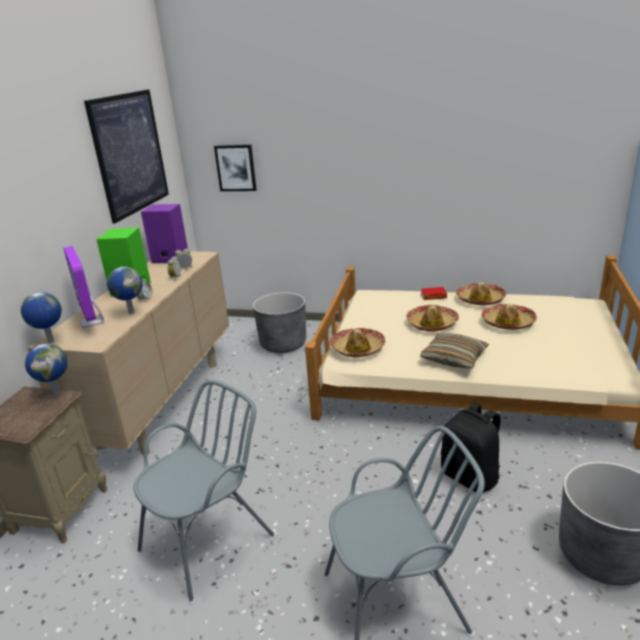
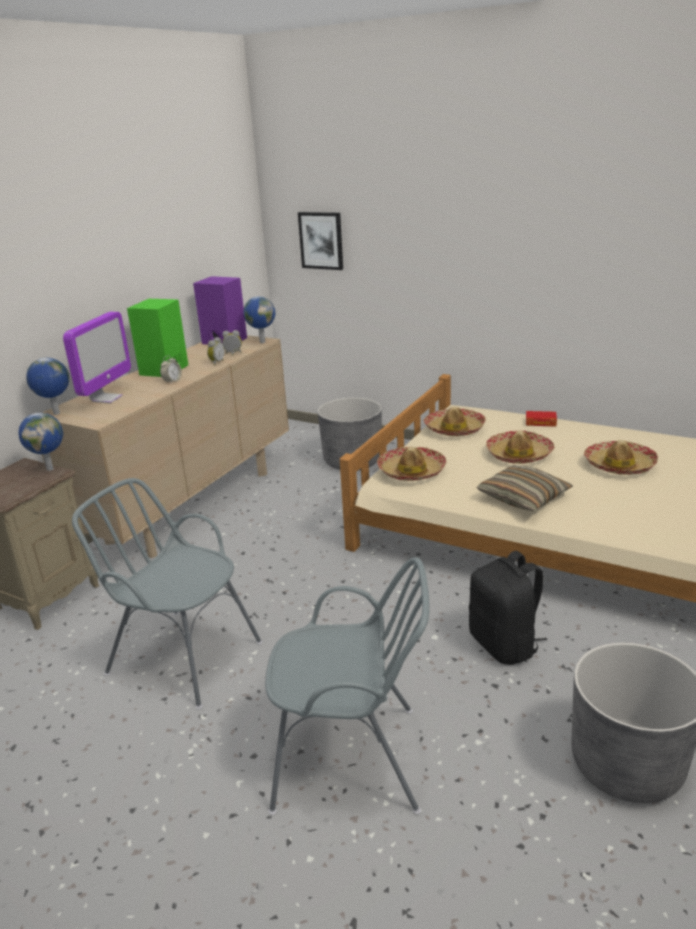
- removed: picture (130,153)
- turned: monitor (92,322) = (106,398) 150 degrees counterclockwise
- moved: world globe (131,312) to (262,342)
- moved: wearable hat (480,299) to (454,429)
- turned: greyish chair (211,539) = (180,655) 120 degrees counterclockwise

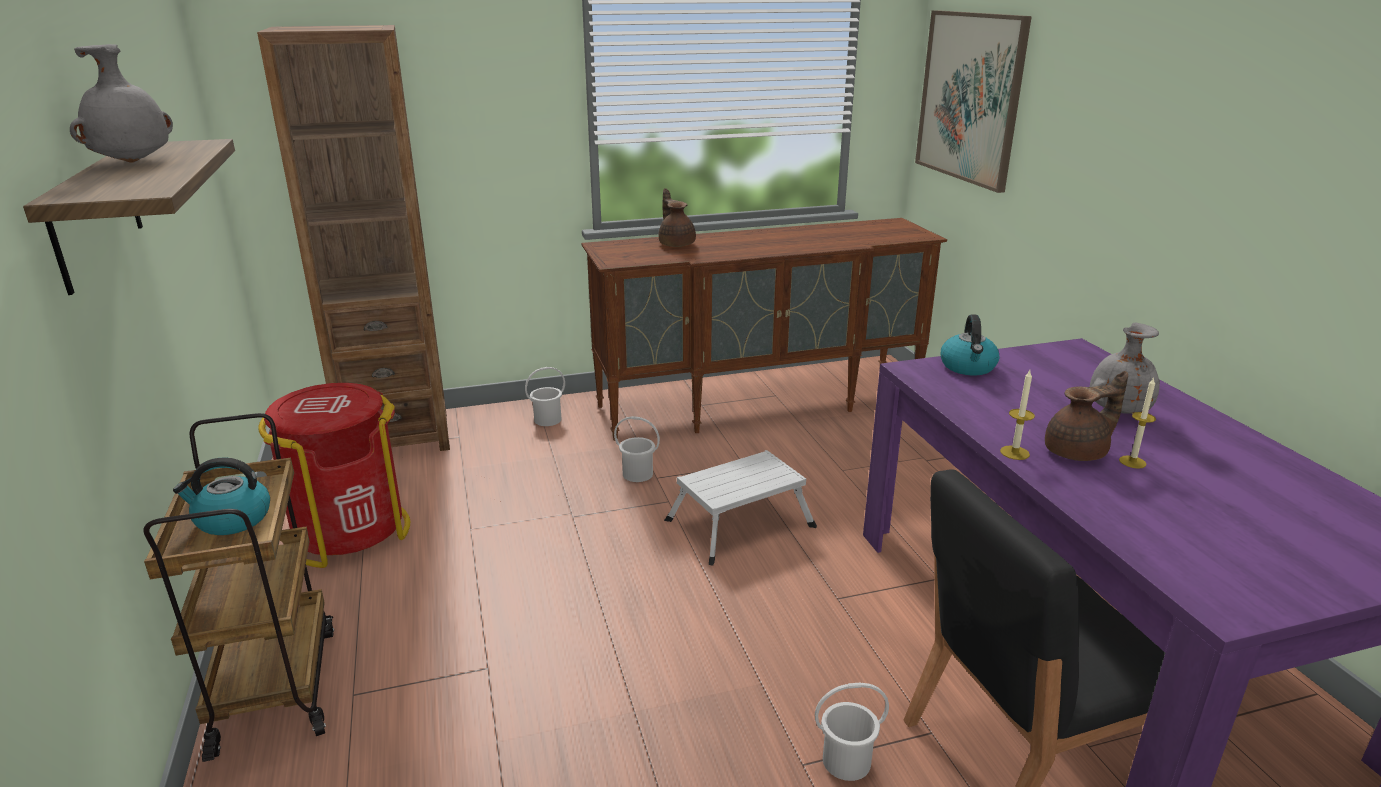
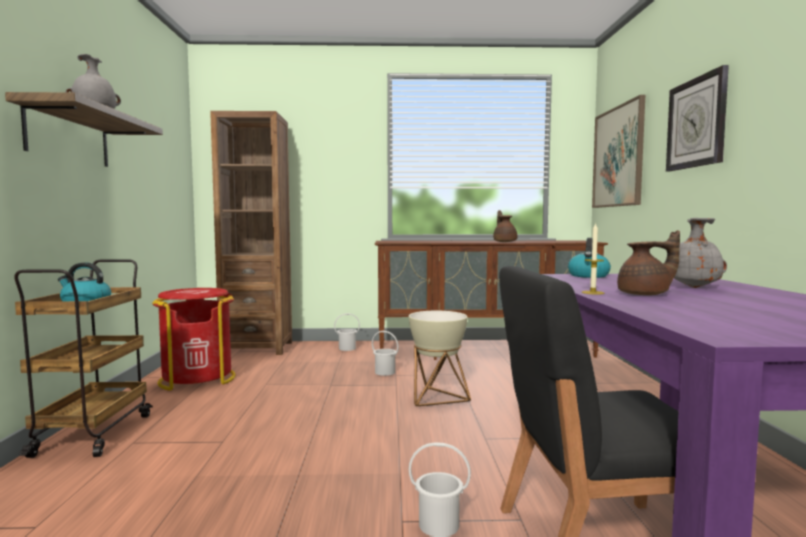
- moved: brown pot for tea (676,244) to (504,242)
- removed: candle (1132,462)
- replaced: white-coloured stepladder (741,523) to plant pot (438,398)
- added: clock on the wall (696,123)

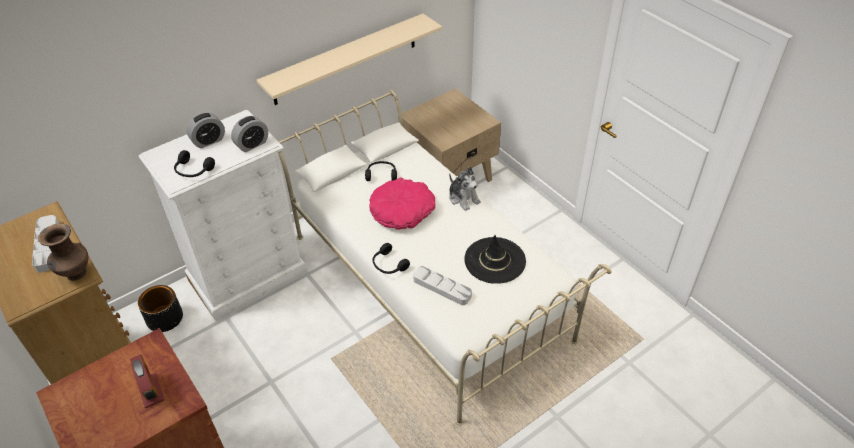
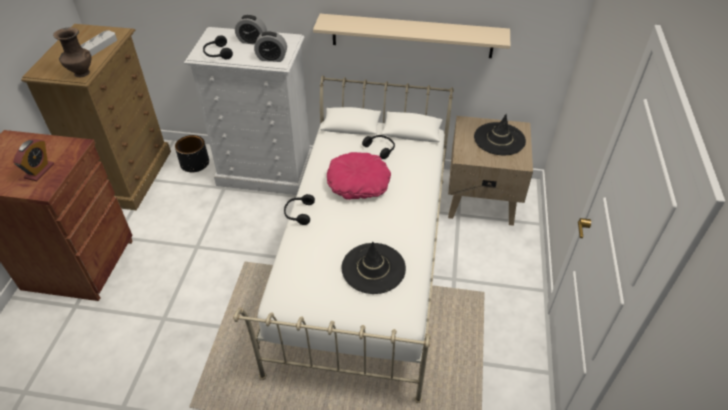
- removed: cuddly toy (463,198)
- removed: greyish serving tray (442,288)
- added: black wearable hat (499,139)

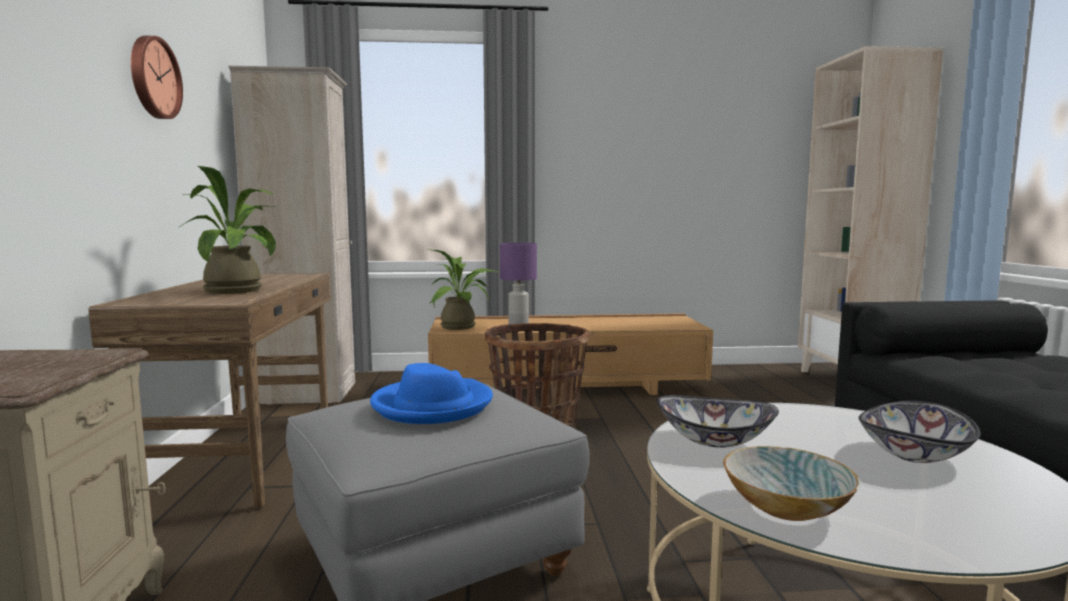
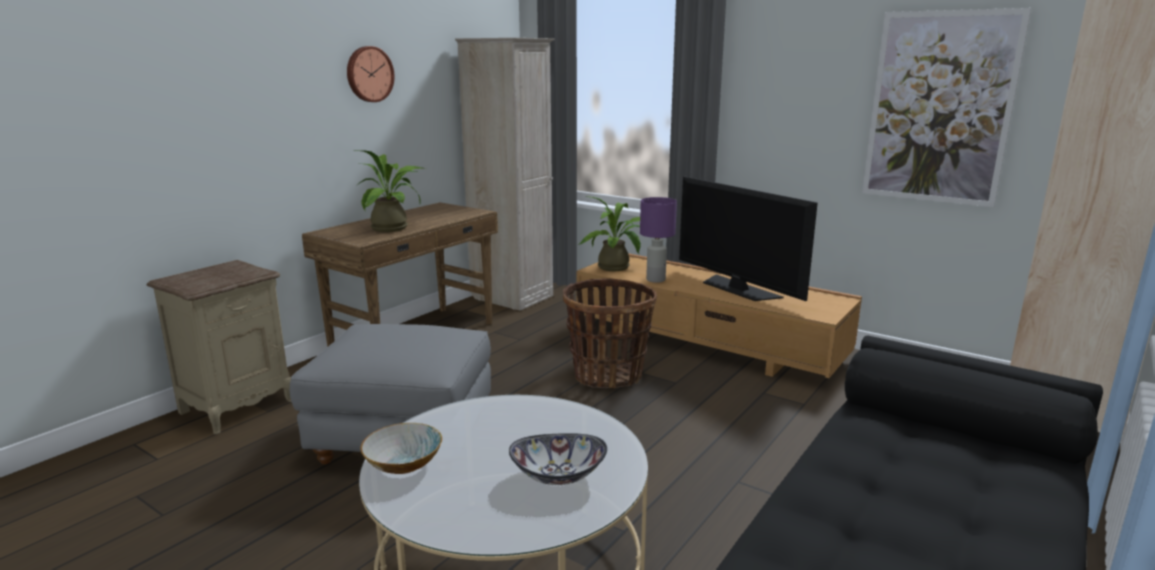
- removed: blue-coloured wearable hat (432,405)
- removed: deep dish (714,441)
- added: picture (939,108)
- added: television (738,289)

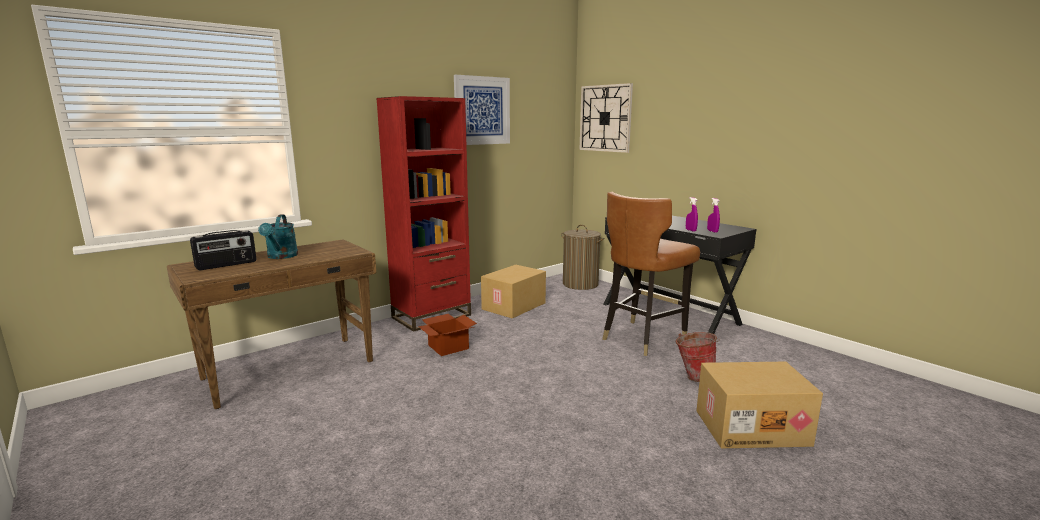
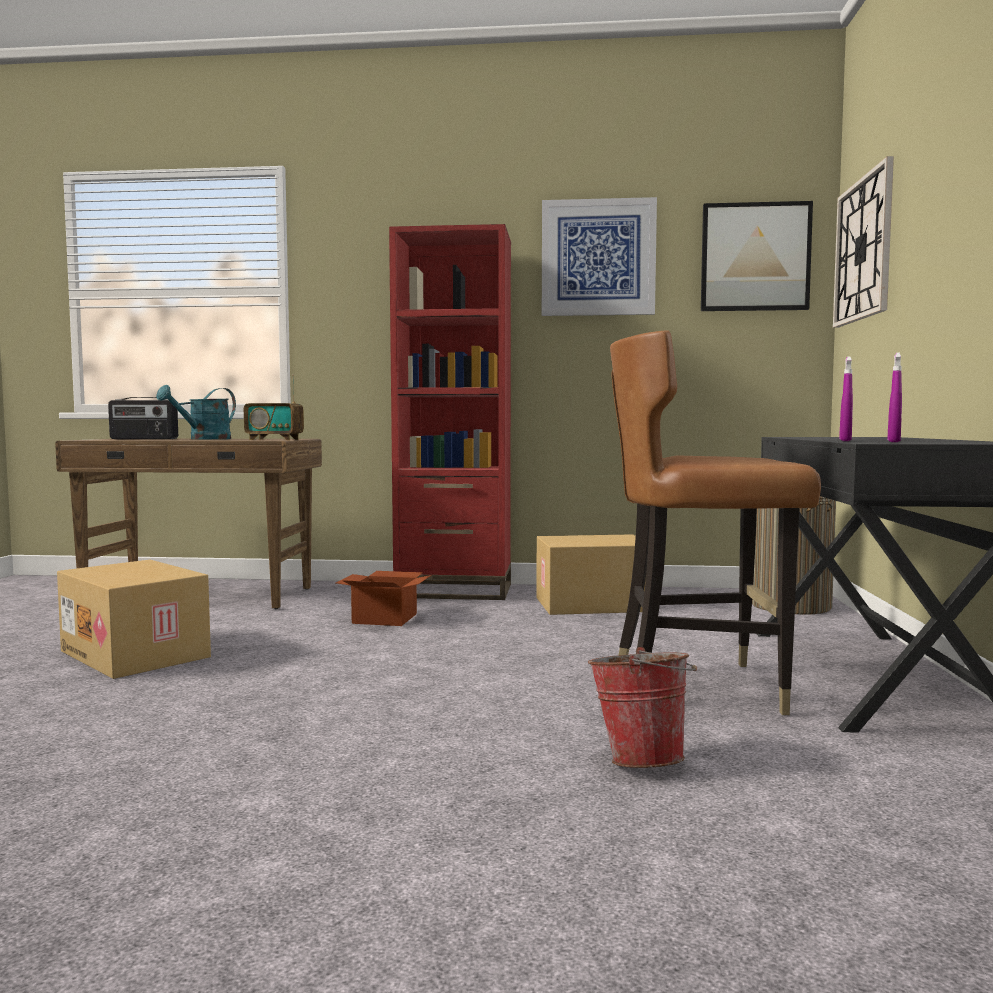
- moved: cardboard box (751,427) to (137,654)
- added: picture (755,257)
- added: radio (274,439)

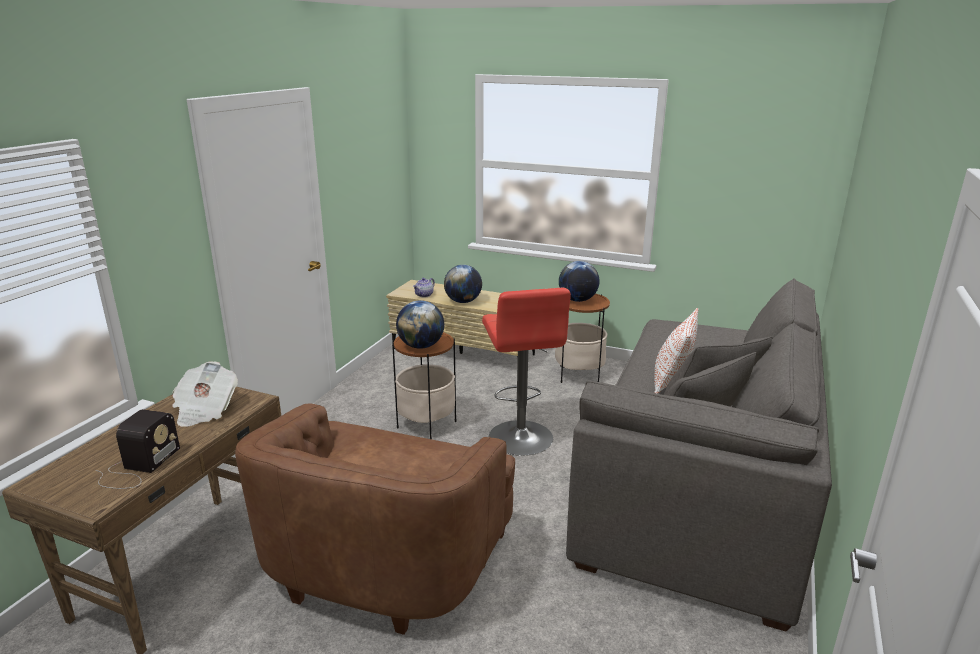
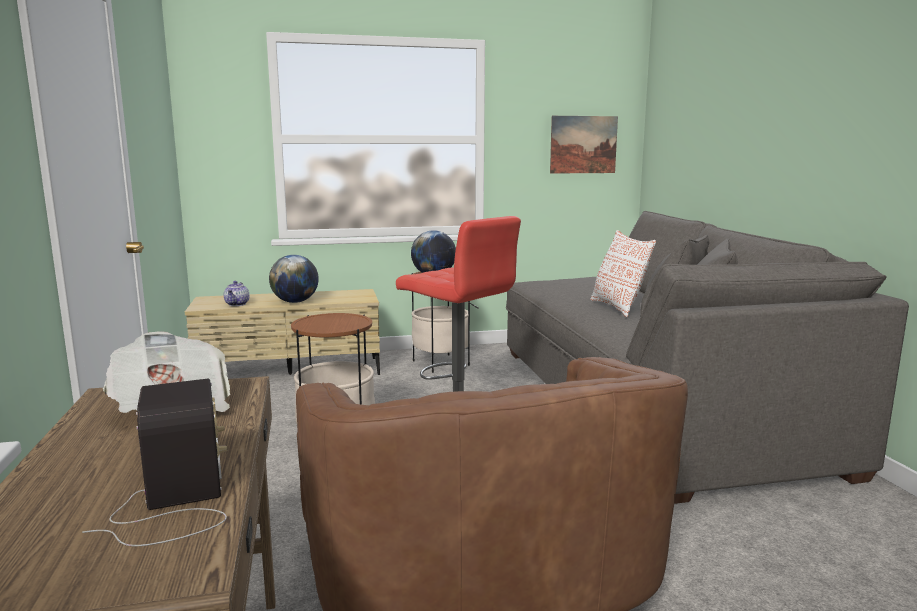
- removed: world globe (421,346)
- added: picture (583,144)

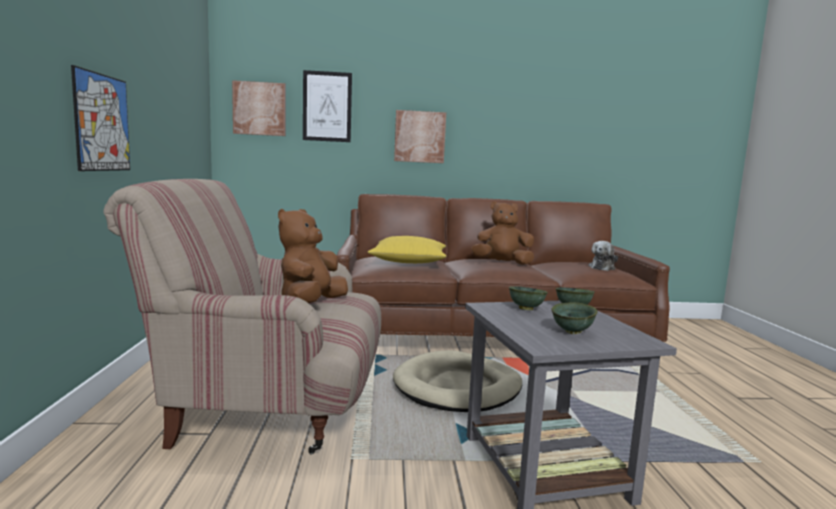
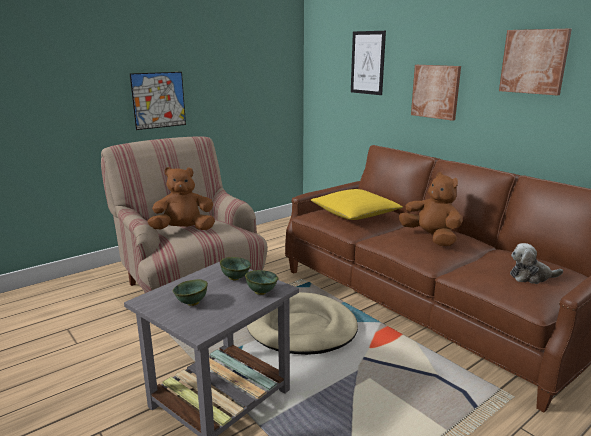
- moved: picture (259,108) to (534,61)

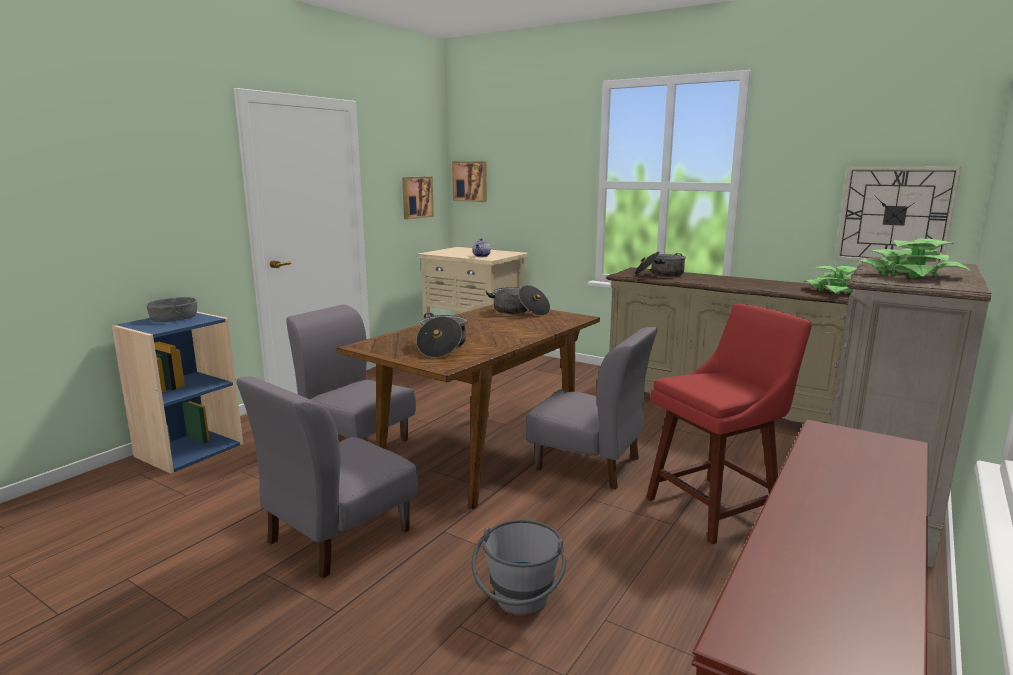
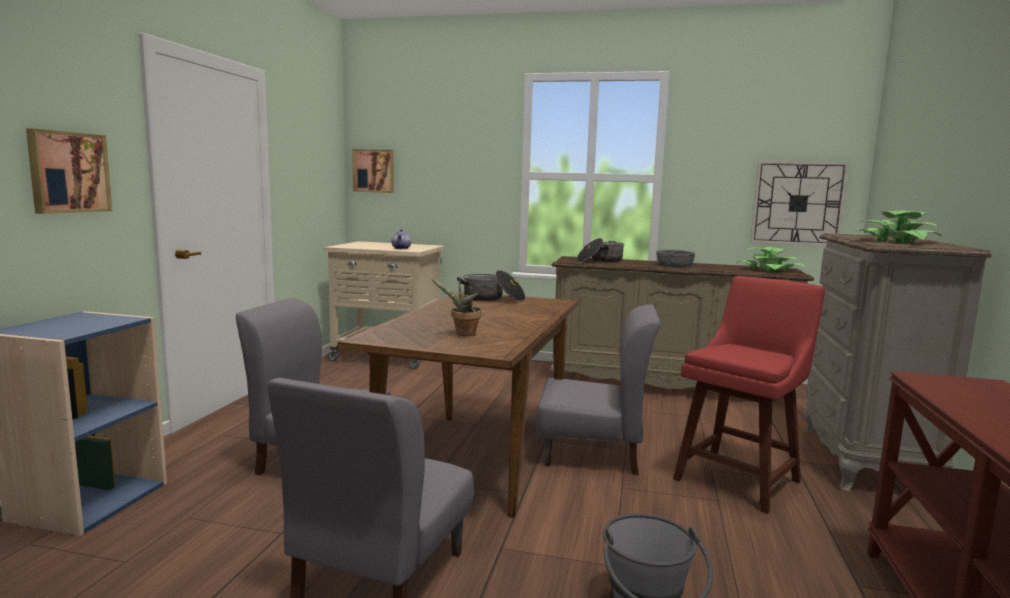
- moved: picture (416,197) to (68,172)
- moved: greyish deep dish (174,318) to (674,265)
- replaced: stockpot (442,347) to houseplant (463,334)

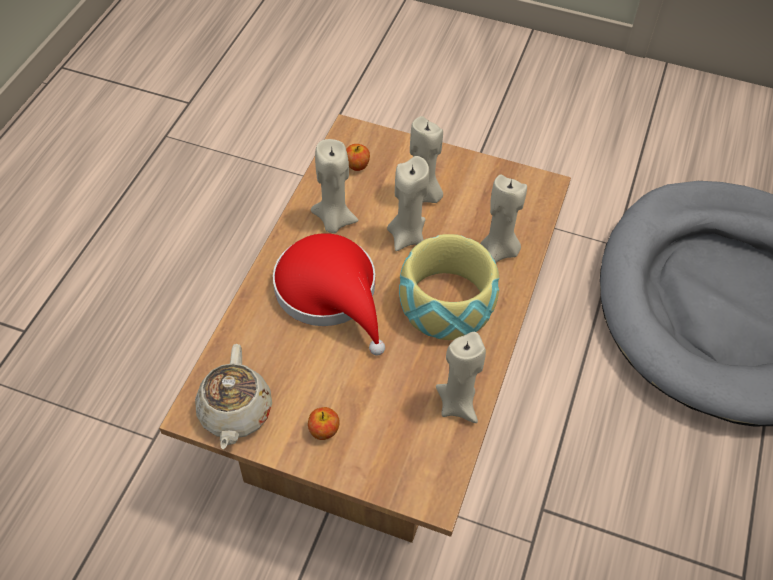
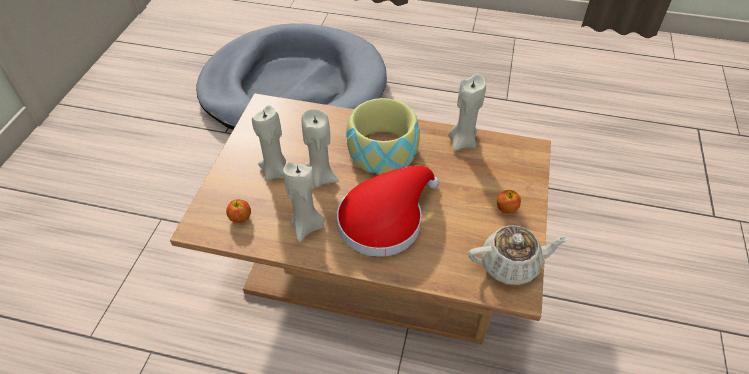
- removed: beige-coloured candle (499,252)

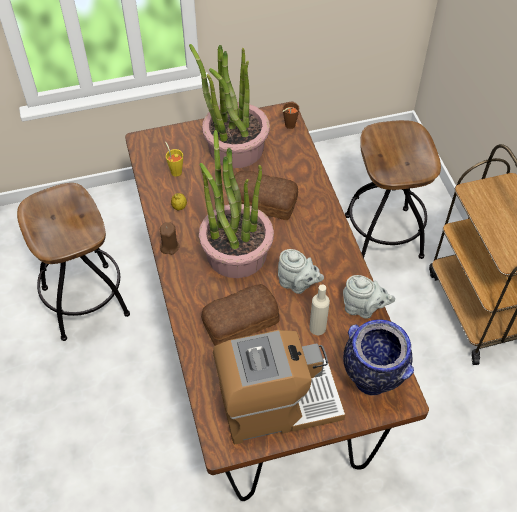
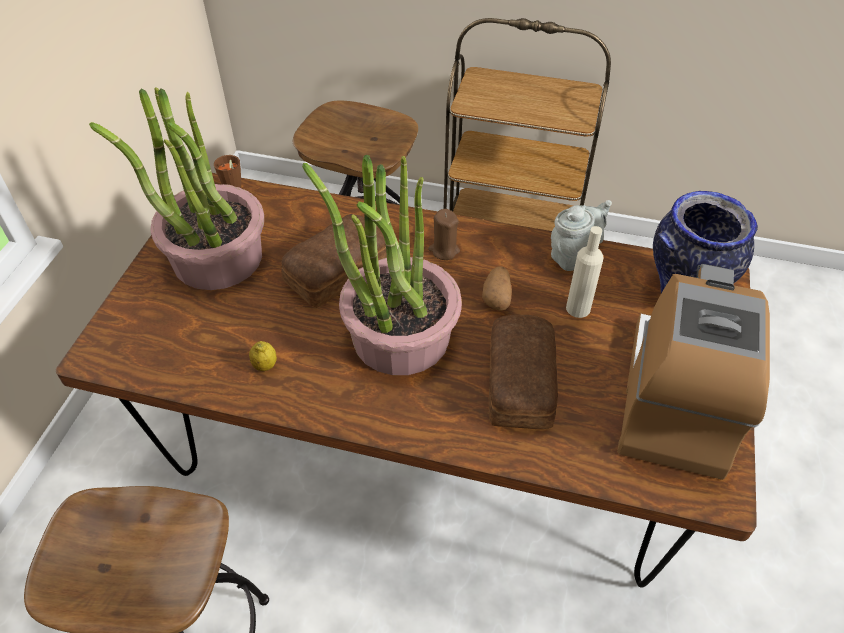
- removed: yellowish cup (175,170)
- moved: brown candle (169,246) to (444,250)
- replaced: greyish pot for tea (297,284) to spud (497,297)

